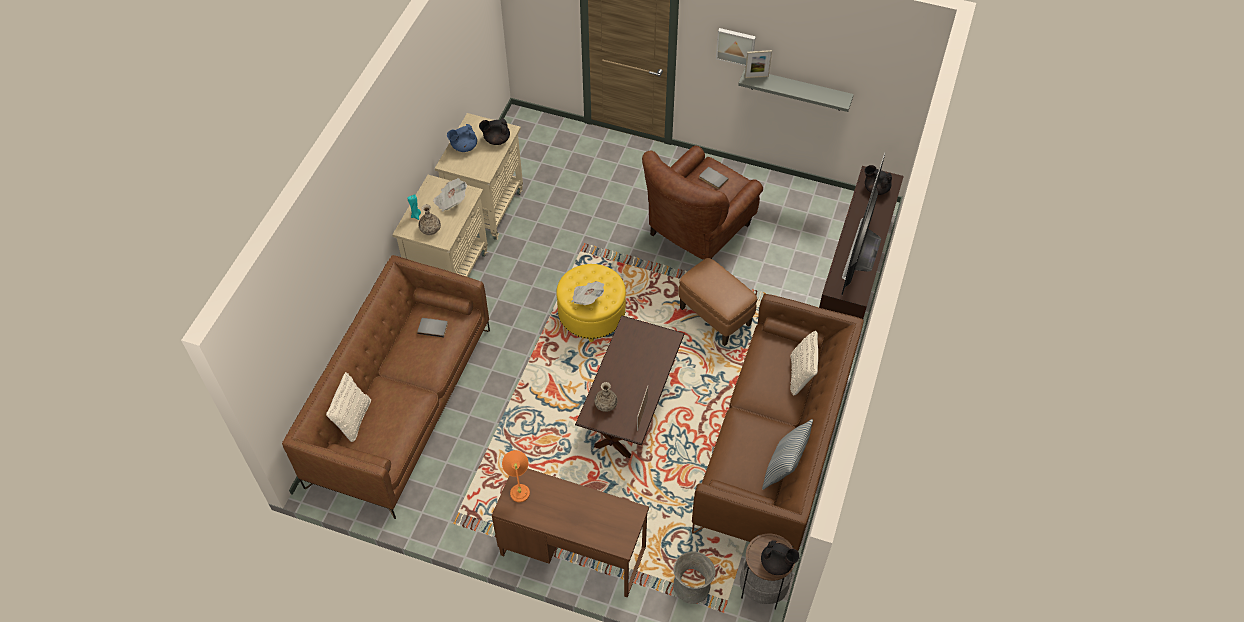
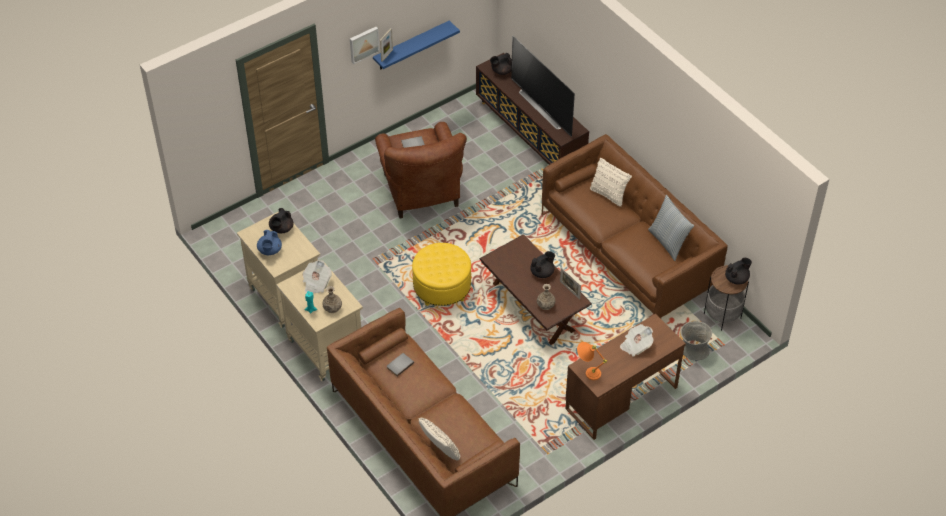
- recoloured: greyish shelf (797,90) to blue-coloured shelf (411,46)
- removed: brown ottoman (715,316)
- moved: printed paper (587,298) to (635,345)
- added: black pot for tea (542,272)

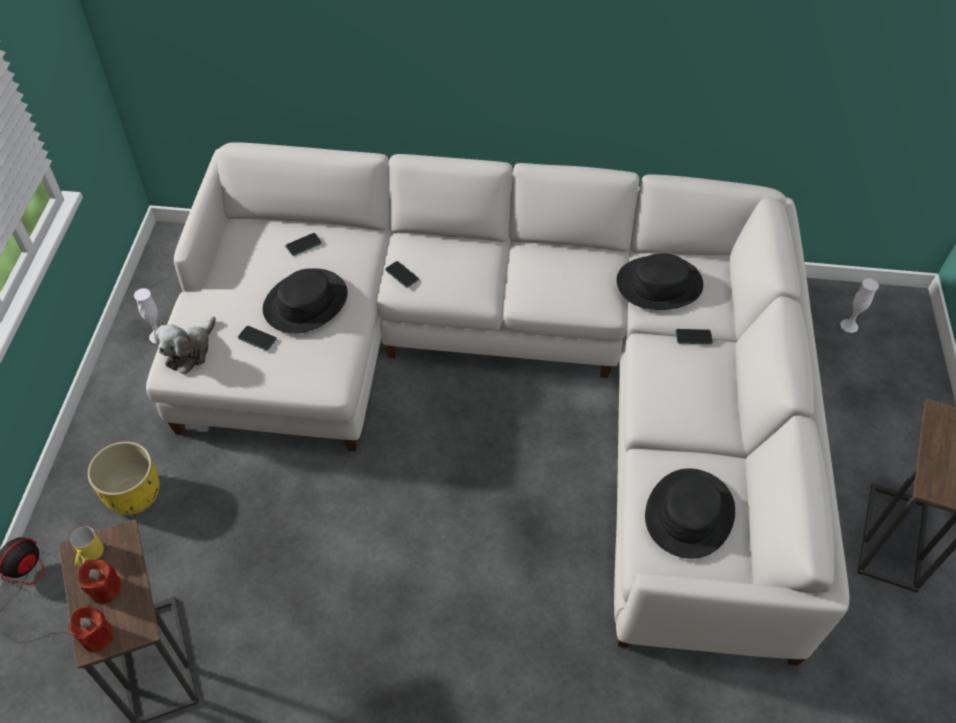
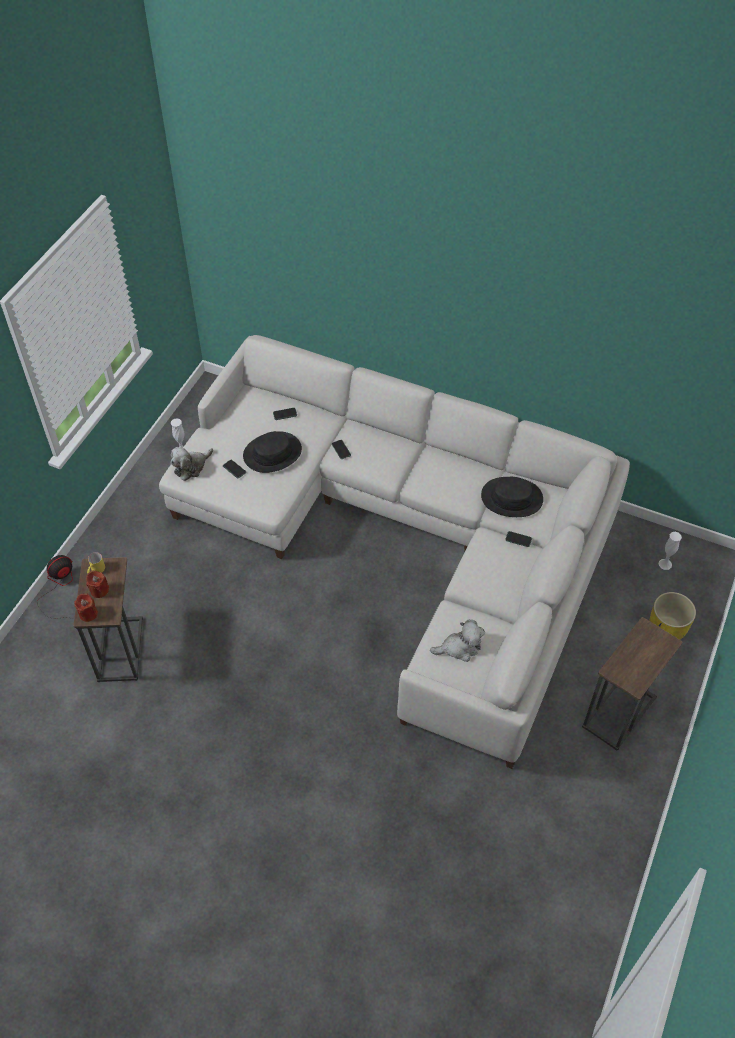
- moved: yellowish plant pot (134,495) to (667,629)
- replaced: black wearable hat (689,514) to cuddly toy (459,647)

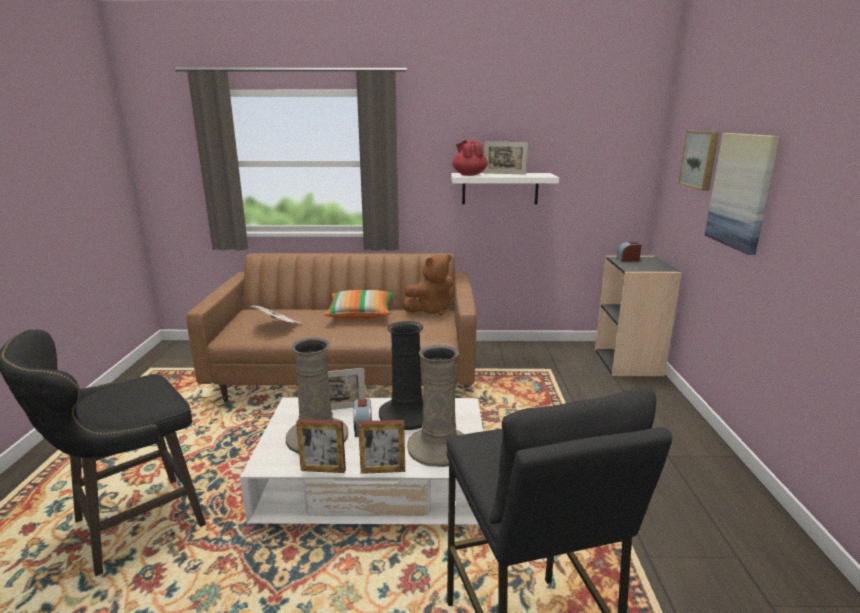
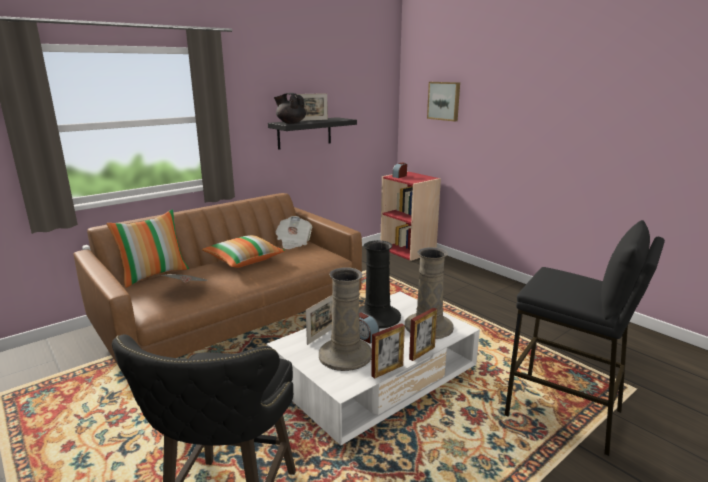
- removed: picture (741,191)
- recoloured: reddish pot for tea (469,175) to black pot for tea (290,123)
- recoloured: white-coloured shelf (500,188) to black shelf (304,133)
- replaced: brown cuddly toy (431,310) to printed paper (293,242)
- recoloured: black shelving unit (629,363) to reddish shelving unit (408,250)
- added: pillow (154,274)

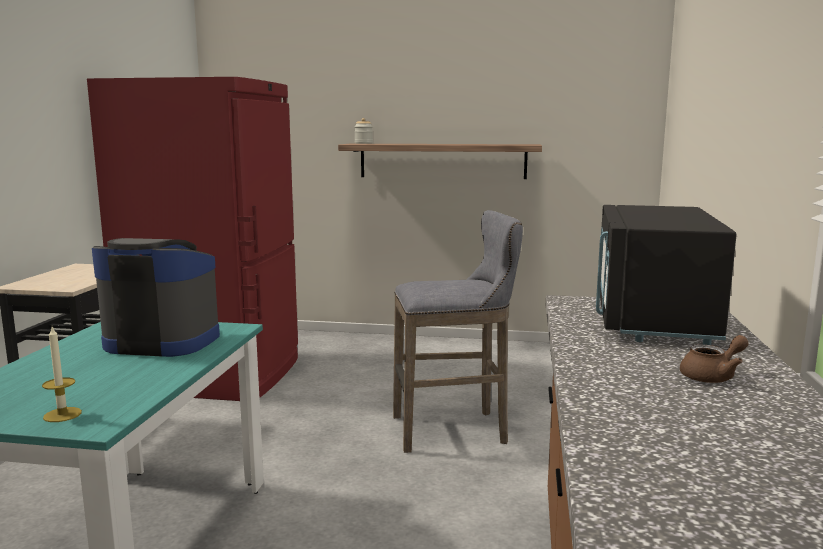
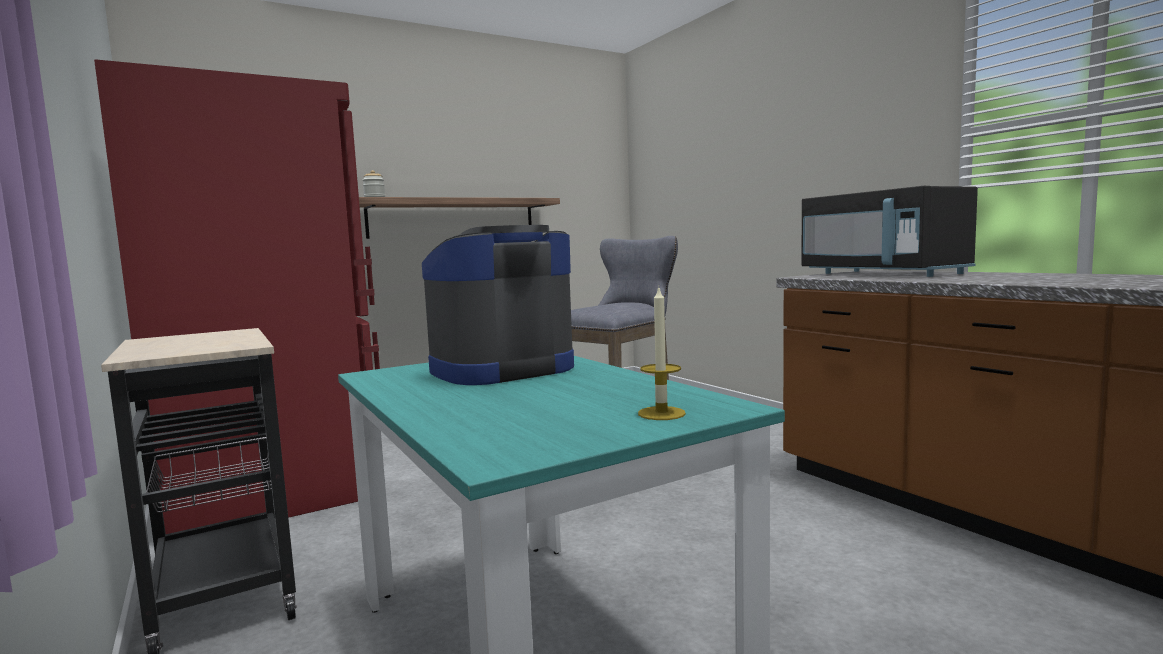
- removed: brown pot for tea (712,376)

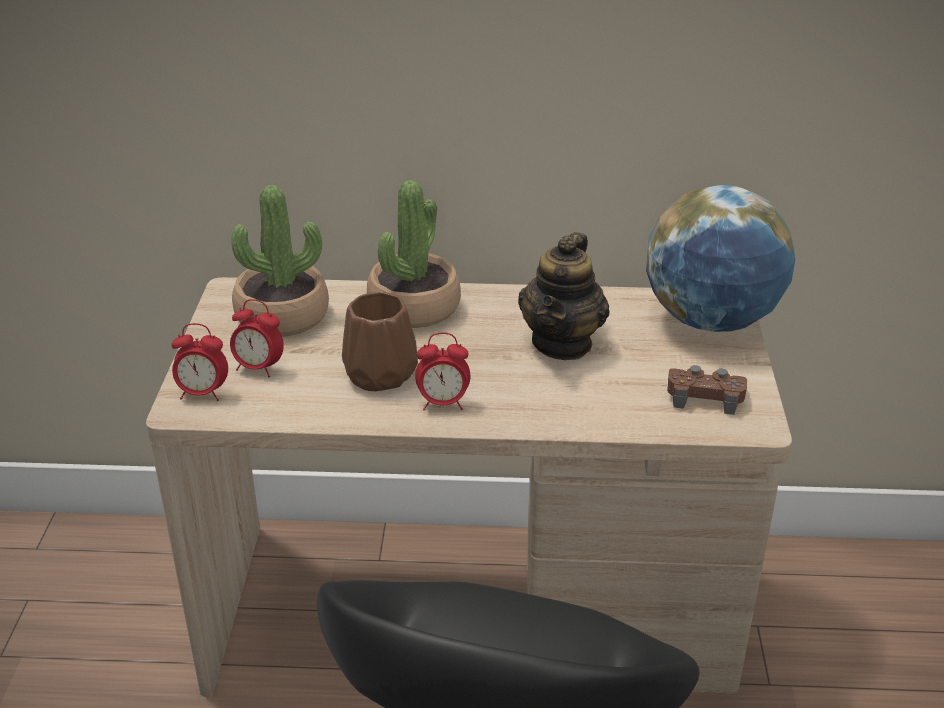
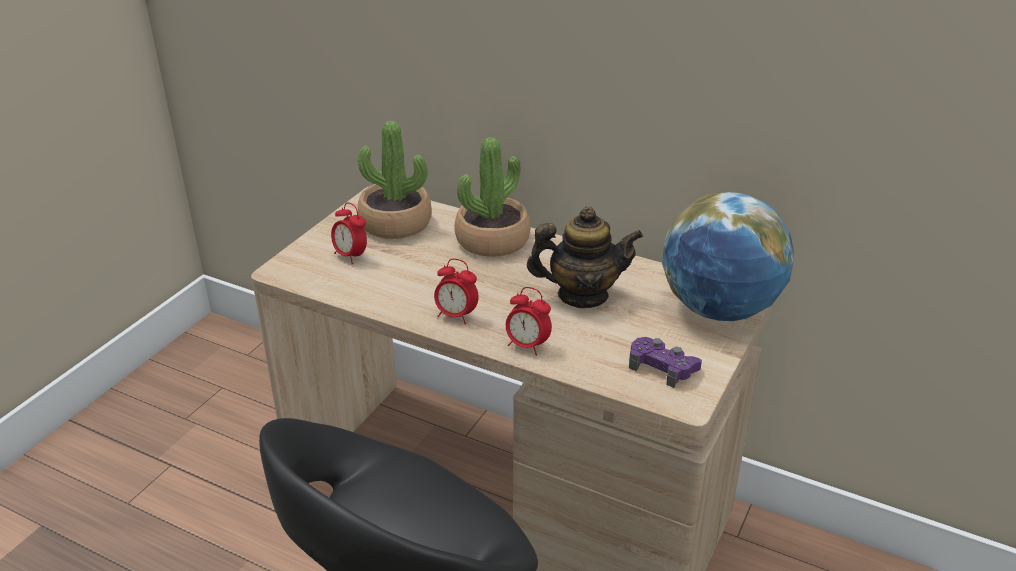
- turned: pot for tea (562,343) = (582,295) 135 degrees counterclockwise
- removed: brown vase (381,375)
- moved: alarm clock (203,393) to (527,345)
- recoloured: brown joypad (705,396) to purple joypad (662,367)

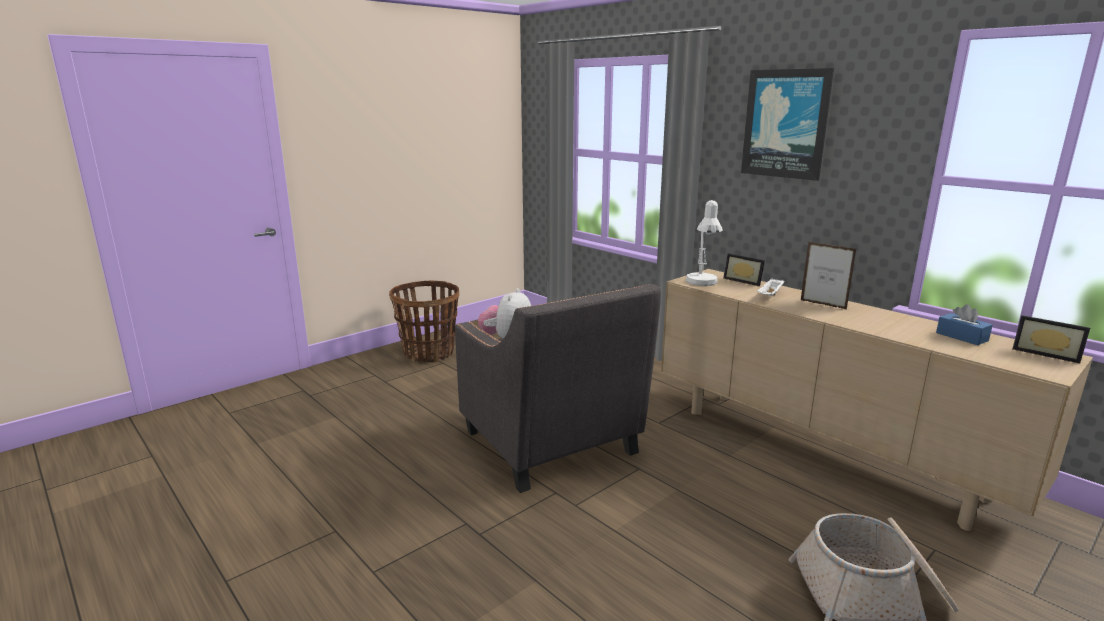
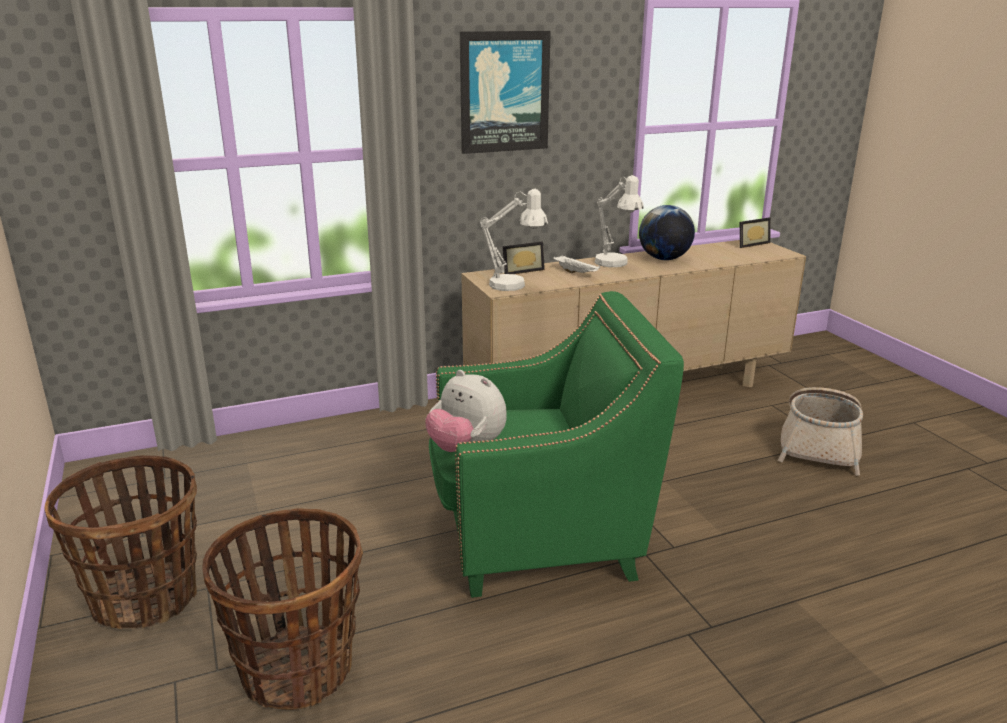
- replaced: picture frame (823,304) to white-coloured table lamp (615,264)
- recoloured: greyish armchair (551,444) to green-coloured armchair (540,535)
- removed: blue-coloured tissue holder (961,337)
- added: world globe (664,259)
- added: household basket (297,668)

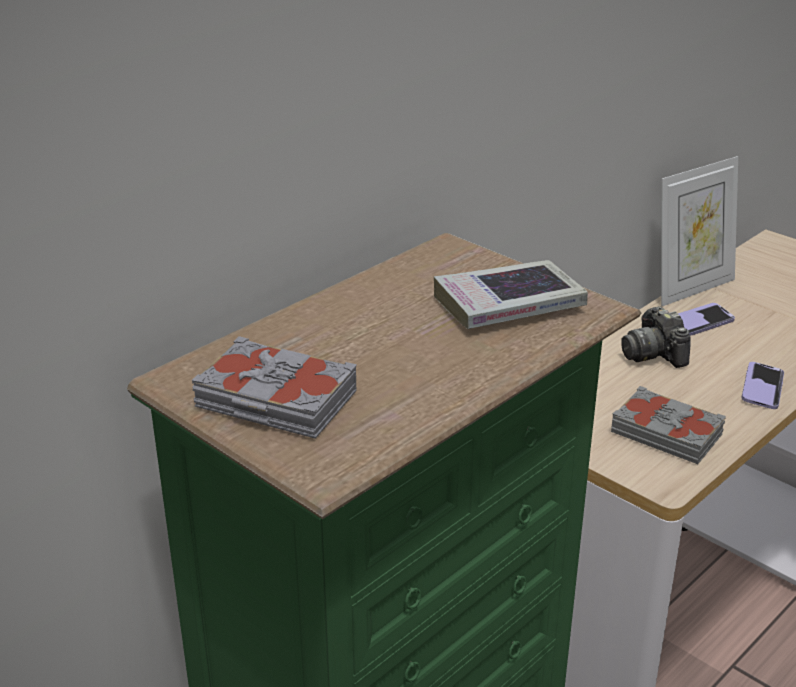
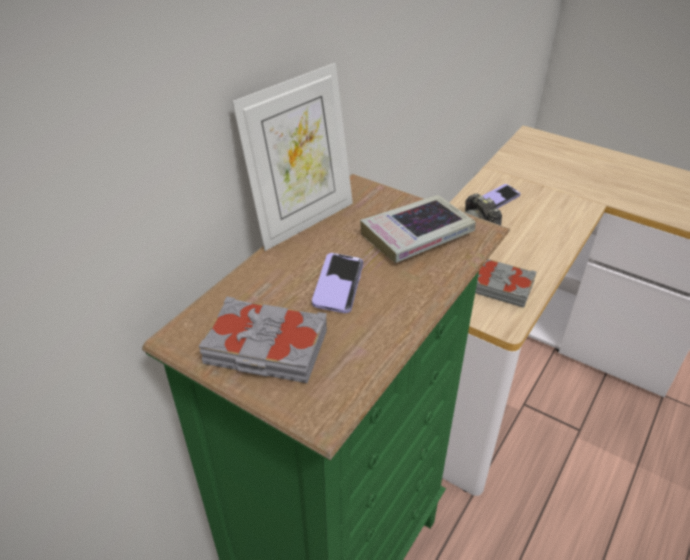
- moved: picture frame (691,288) to (302,221)
- moved: telephone (762,387) to (338,284)

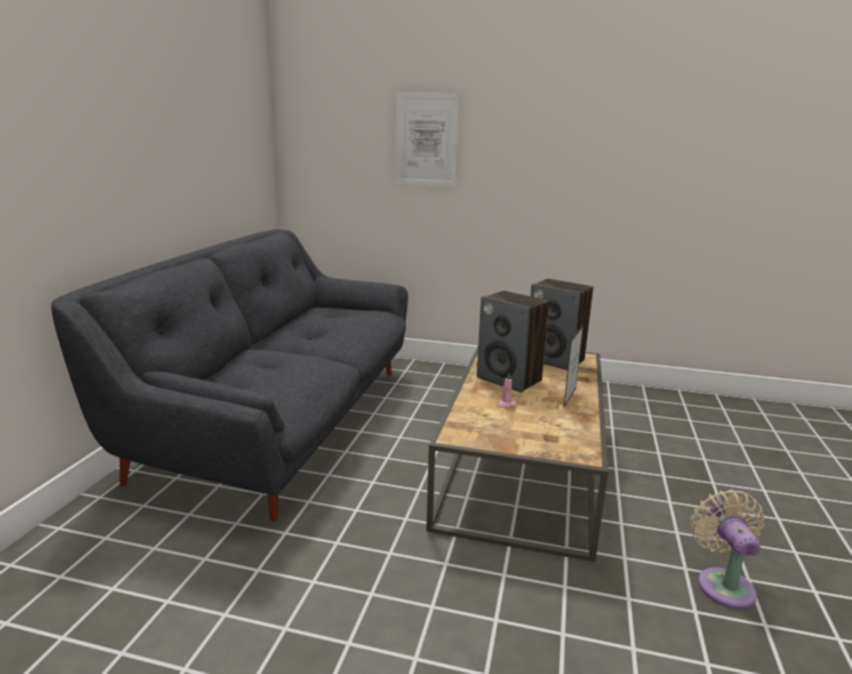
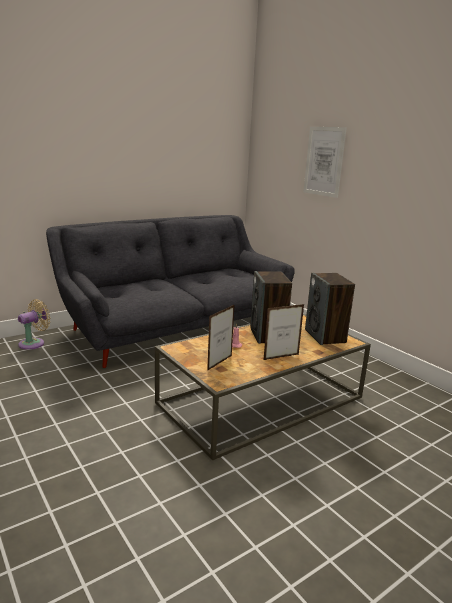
- moved: beige-coloured cooling fan (723,584) to (34,343)
- added: picture frame (220,363)

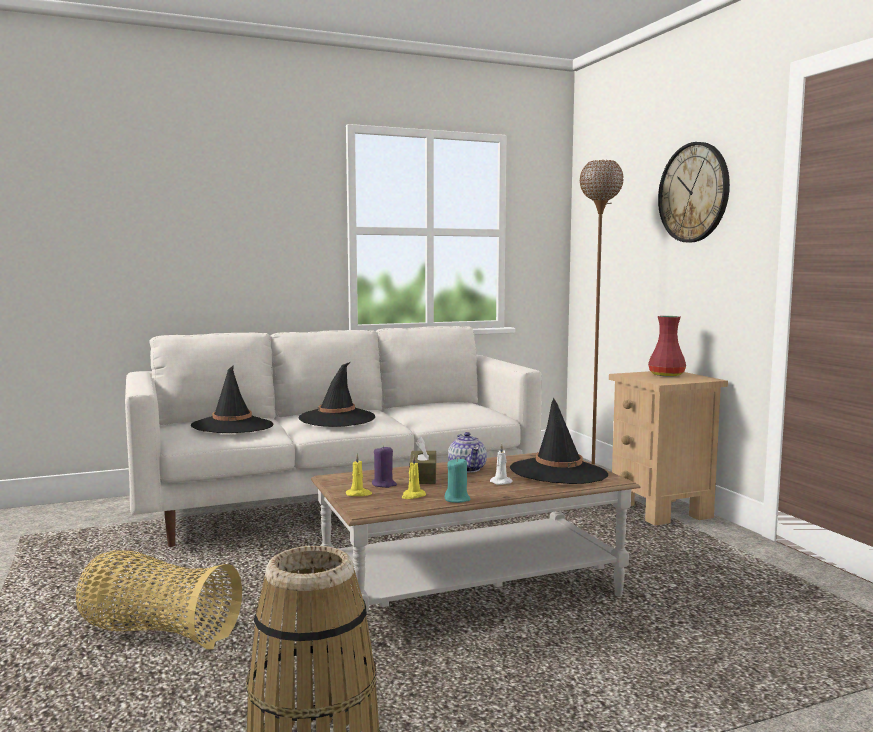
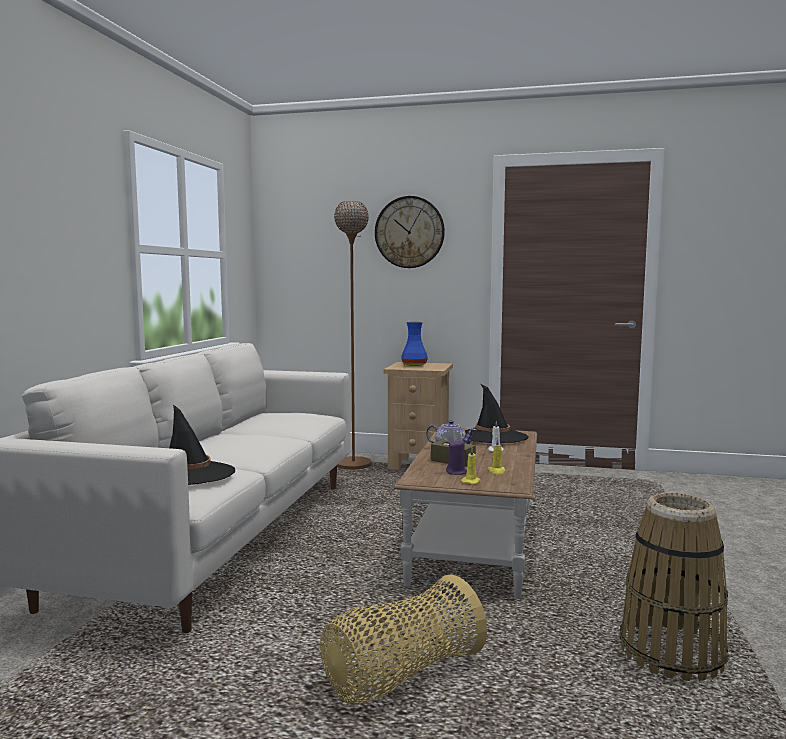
- recoloured: reddish vase (666,375) to blue-coloured vase (414,365)
- removed: black wearable hat (337,418)
- removed: turquoise candle (457,499)

